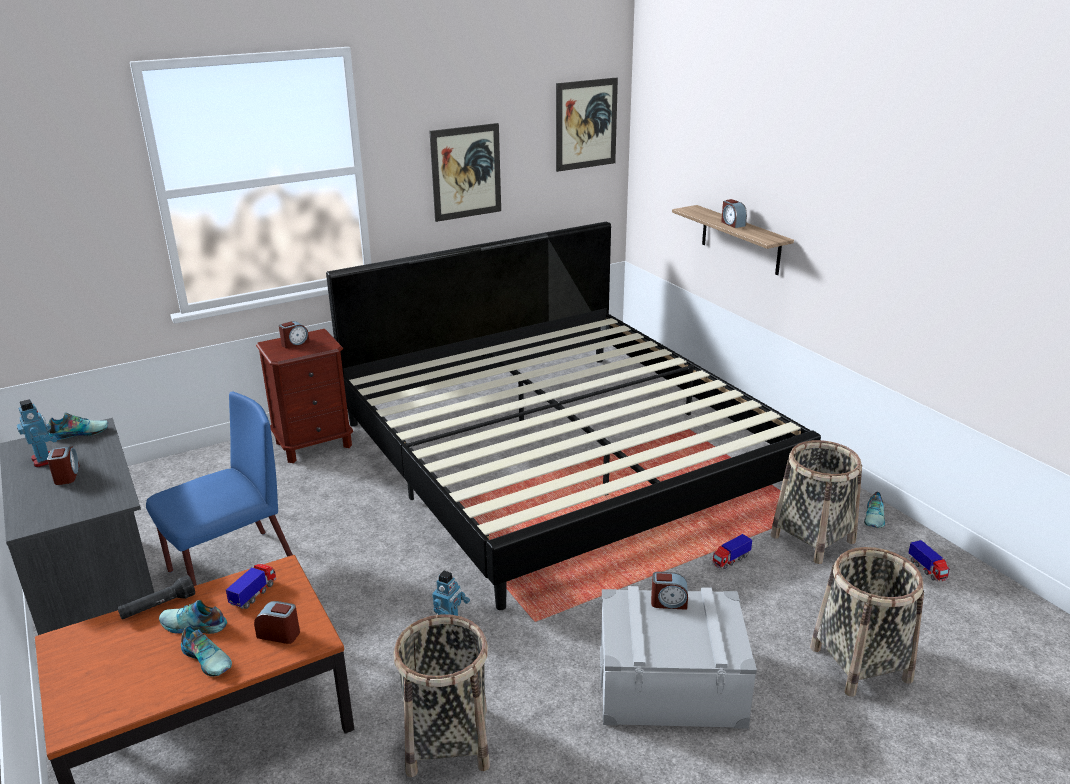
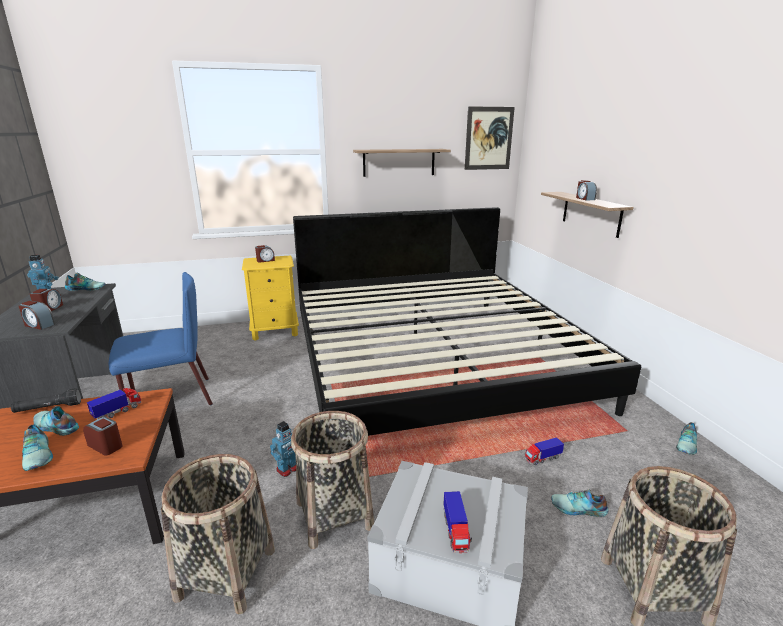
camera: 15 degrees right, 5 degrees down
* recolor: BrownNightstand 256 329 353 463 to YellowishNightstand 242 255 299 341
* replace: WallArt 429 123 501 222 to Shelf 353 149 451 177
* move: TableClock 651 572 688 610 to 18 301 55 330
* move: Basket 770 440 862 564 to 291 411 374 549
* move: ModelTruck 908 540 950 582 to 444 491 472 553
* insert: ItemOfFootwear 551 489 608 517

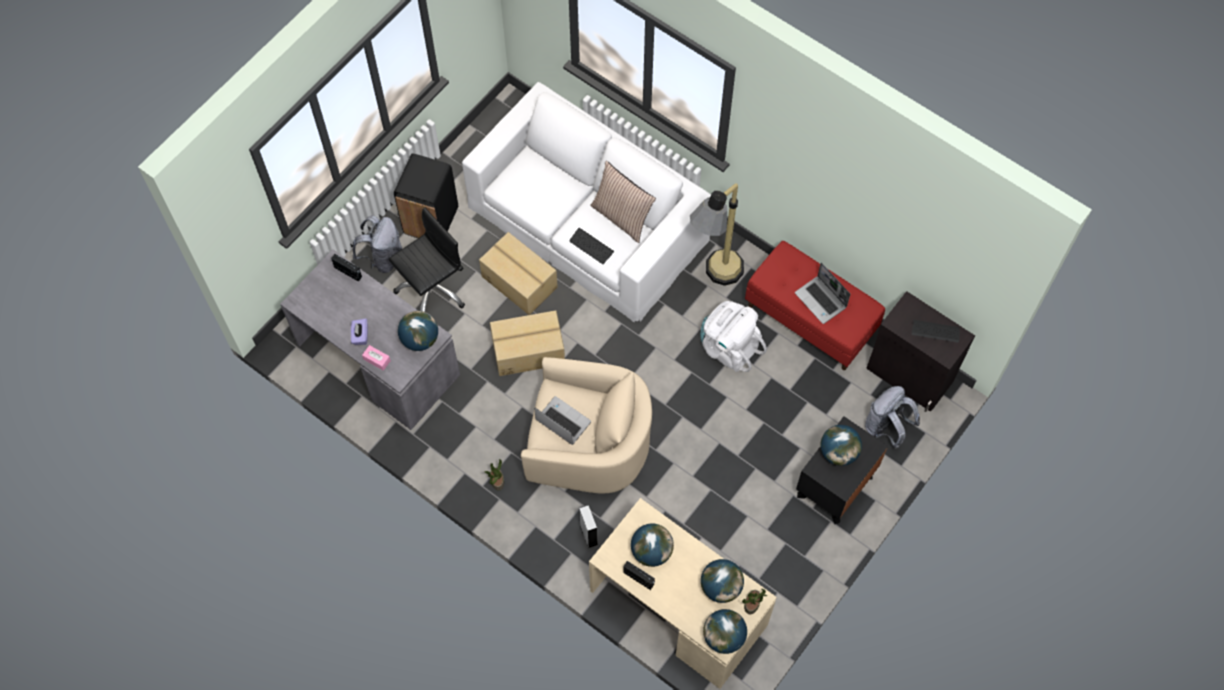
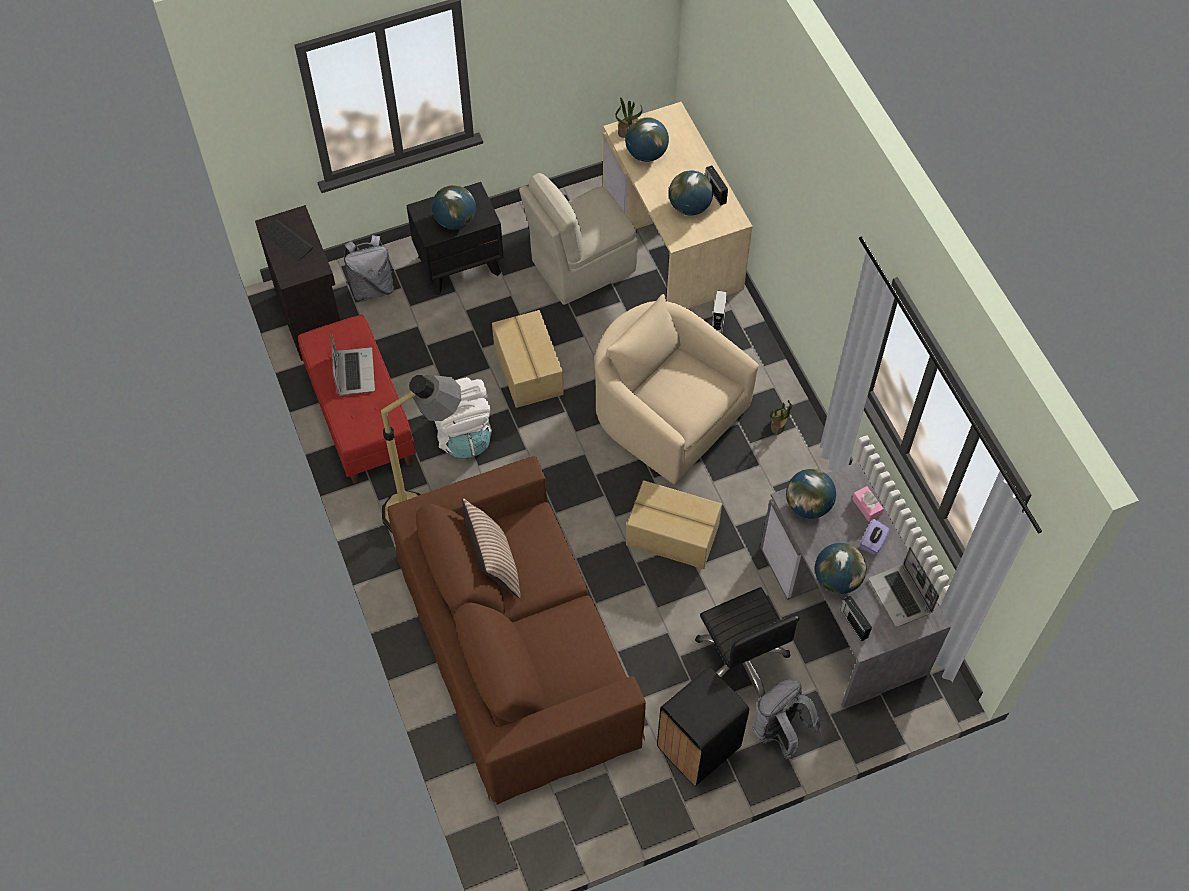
camera: 150 degrees left, 5 degrees down
* rotate: BlackComputerChair 389 207 465 312 = 695 587 800 697 105 degrees counterclockwise
* recolor: WhiteSettee 462 82 711 323 to BrownSettee 387 456 646 805
* move: PackingBox 479 232 558 315 to 492 310 564 408
* move: PortableComputer 534 396 591 445 to 869 547 939 627
* delete: Keyboard 569 228 614 264
* move: WorldGlobe 703 609 747 654 to 815 543 866 594
* insert: SandColouredPlainChair 519 173 638 305

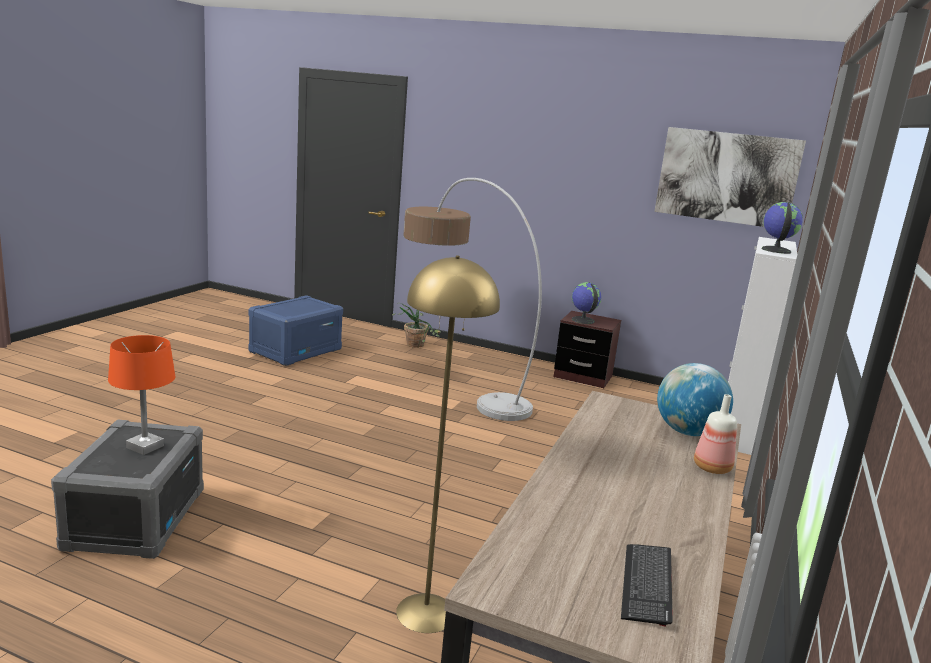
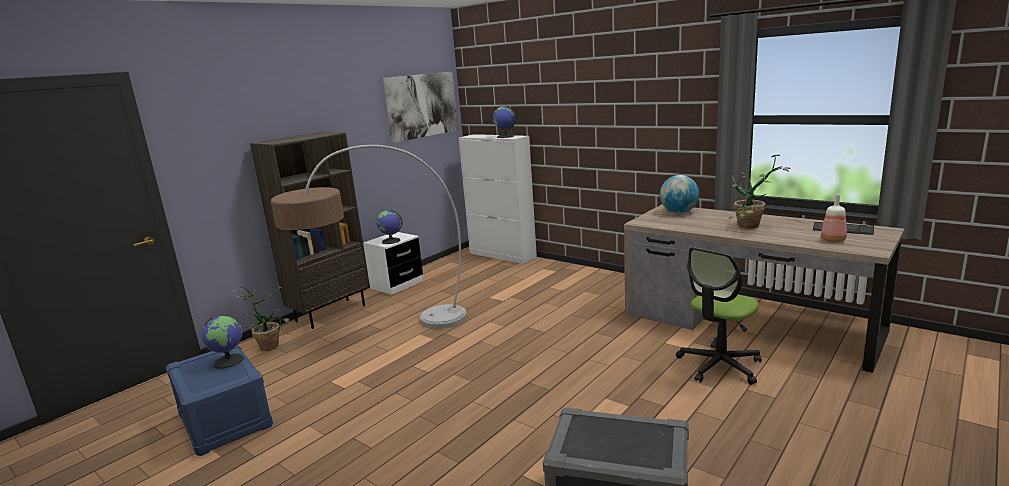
camera: 70 degrees left, 0 degrees up
* delete: OrangeColouredTableLamp 108 335 175 455
* replace: YellowishStandardLamp 396 256 500 633 to ComputerChair 676 247 761 385
* recolor: BrownNightstand 554 311 621 388 to WhiteNightstand 363 232 423 295
* move: Bottle 694 394 737 474 to 821 195 847 242
* insert: WorldGlobe 202 316 244 369
* insert: BrownBookcase 250 131 370 329
* insert: PlantInAPot 728 154 791 229

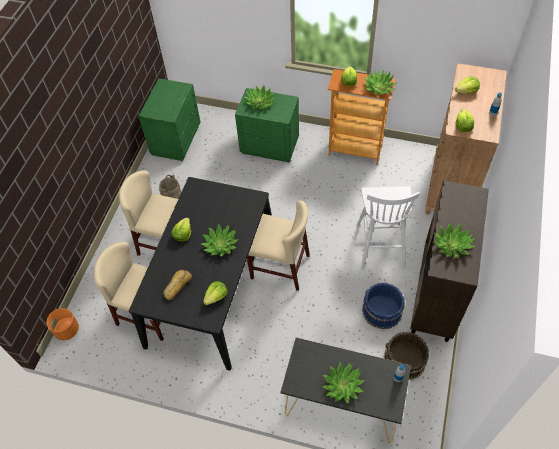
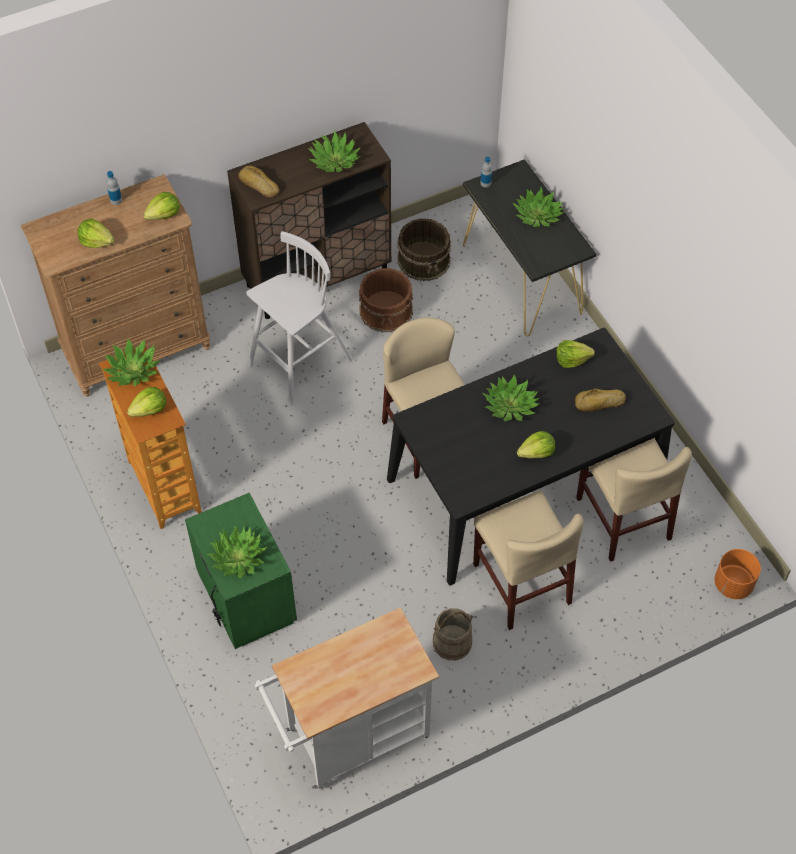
camera: 135 degrees left, 0 degrees up
* replace: GreenColouredNightstand 138 78 201 161 to WhiteCart 255 607 439 790
* recolor: BlueWaterBucket 362 282 405 329 to BrownWaterBucket 359 268 413 332
* insert: BakeryBread 238 165 279 198

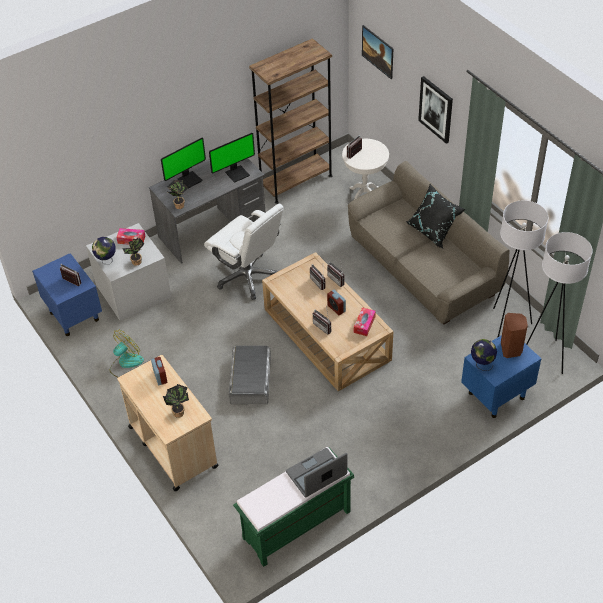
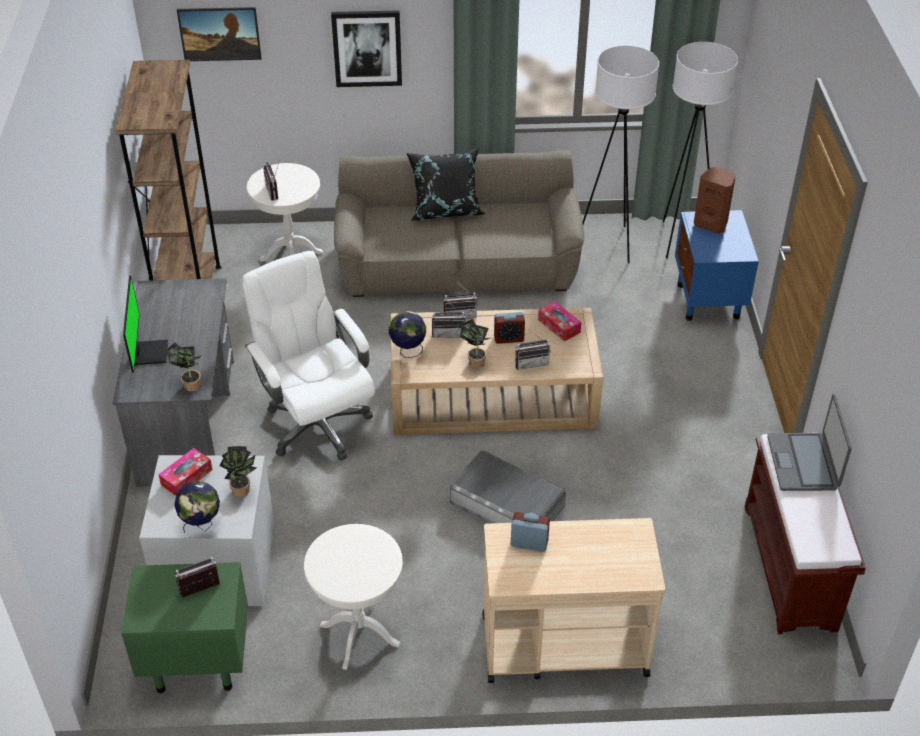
camera: 60 degrees left, 5 degrees down
* recolor: BlueNightstand 32 253 102 336 to GreenColouredNightstand 121 562 248 693
* replace: Fan 110 329 144 378 to WhiteEndTable 304 524 403 670
* move: PlantInAPot 163 384 189 418 to 460 319 492 368
* rotate: WhiteComputerChair 204 204 284 300 = 242 251 375 461 105 degrees counterclockwise
* delete: ComputerScreen 209 133 255 183
* recolor: GreenColouredLongSeat 233 447 354 567 to BrownLongSeat 745 432 866 634
* move: WorldGlobe 471 339 497 371 to 389 311 426 358

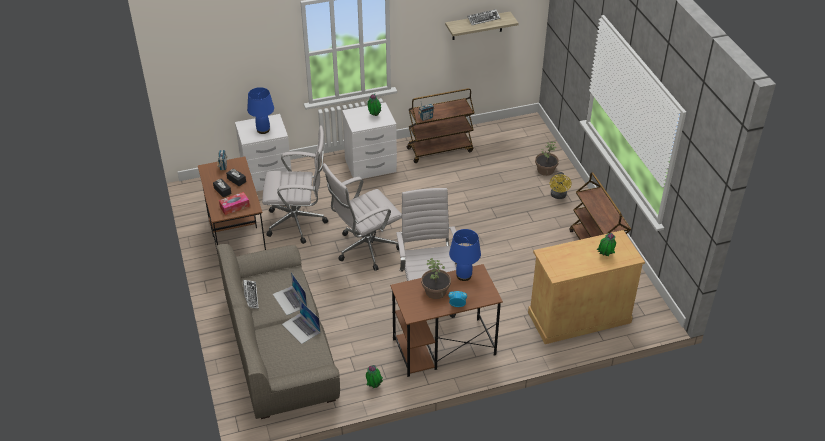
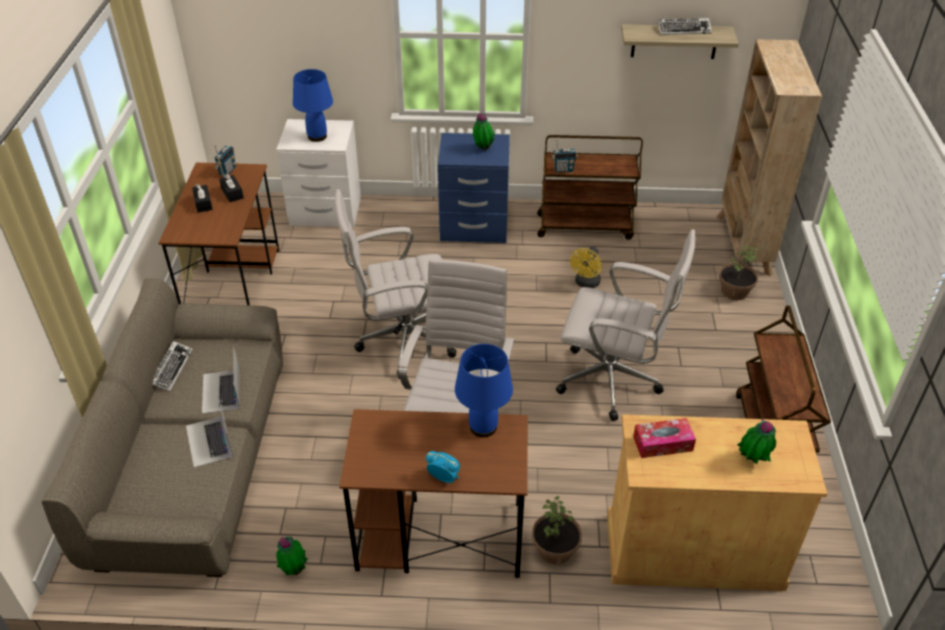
camera: 20 degrees right, 0 degrees up
* move: TissueHolder 219 192 250 215 to 633 418 696 458
* move: WhiteComputerChair 262 125 328 244 to 556 229 696 421
* recolor: WhiteNightstand 342 102 397 179 to BlueNightstand 438 133 510 243
* move: PlantInAPot 421 258 451 299 to 532 496 582 566
* move: YellowishFan 550 172 572 199 to 570 247 602 288
* insert: SandColouredBookcase 716 39 822 276

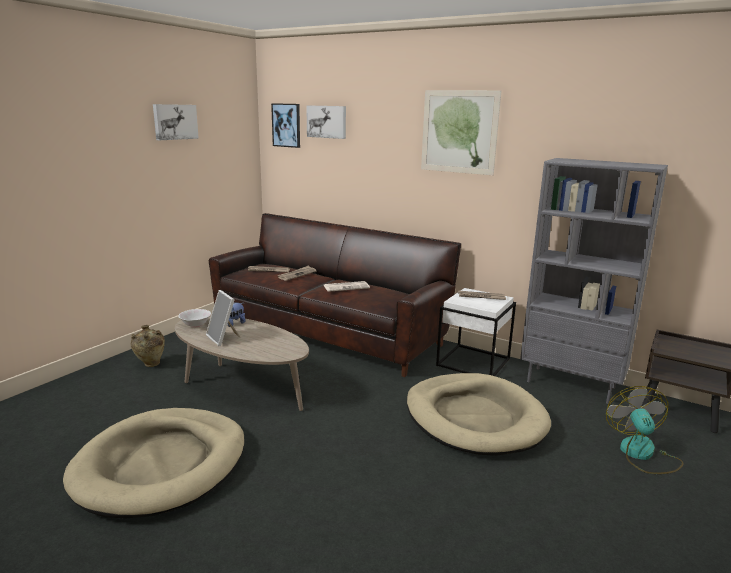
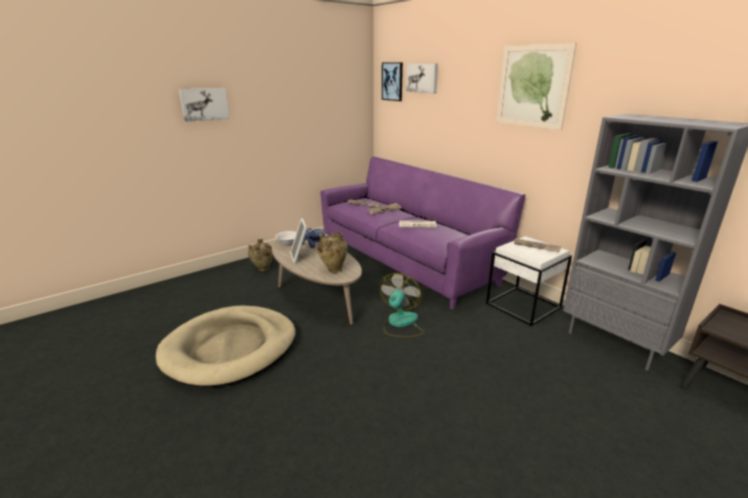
camera: 20 degrees right, 5 degrees up
* move: WallArt 153 104 199 140 to 179 88 229 122
* recolor: BrownSettee 209 213 461 377 to PurpleColouredSettee 320 157 526 310
* delete: SandColouredDogCushion 407 373 551 456
* move: Fan 606 386 684 474 to 379 273 424 337
* insert: SandColouredDecorativeVase 317 232 348 273

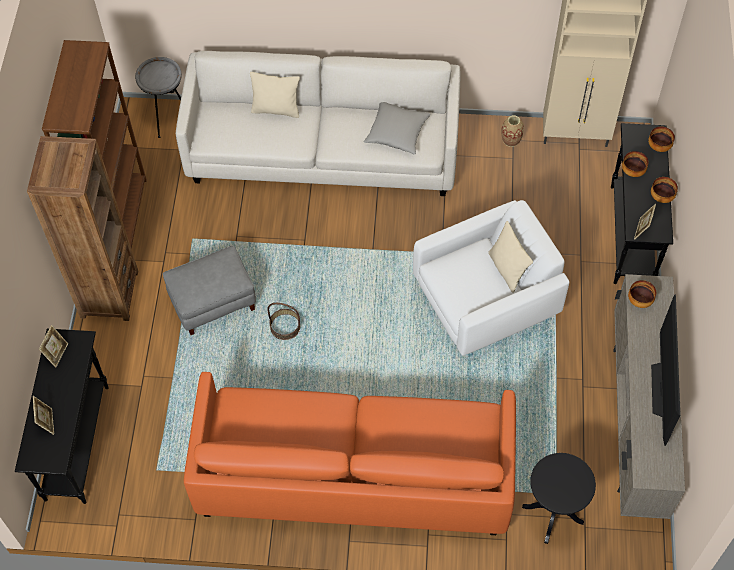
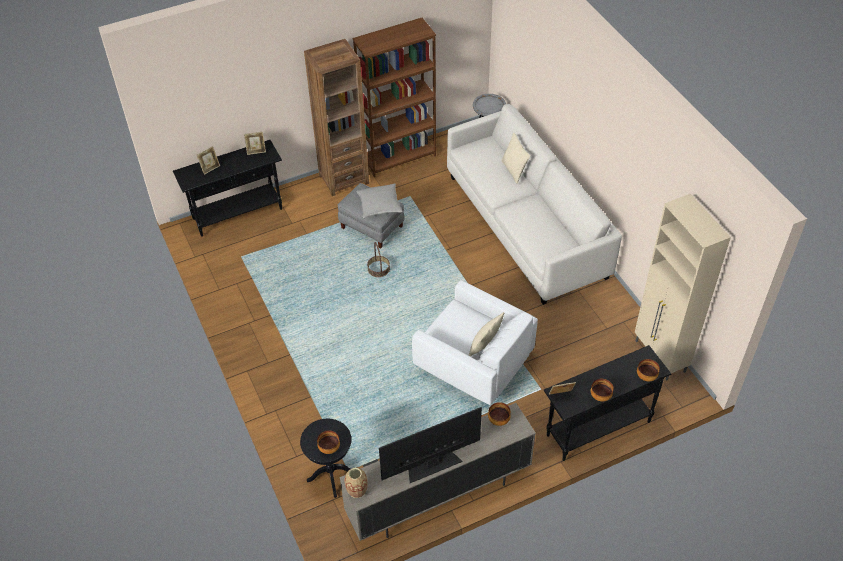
camera: 60 degrees right, 10 degrees down
* delete: OrangeColouredSettee 184 372 516 535
* move: GreyCushion 364 102 431 155 to 357 184 403 218
* move: DecorativeVase 501 115 524 147 to 344 468 368 498
* move: DeepDish 622 151 648 177 to 317 430 340 454

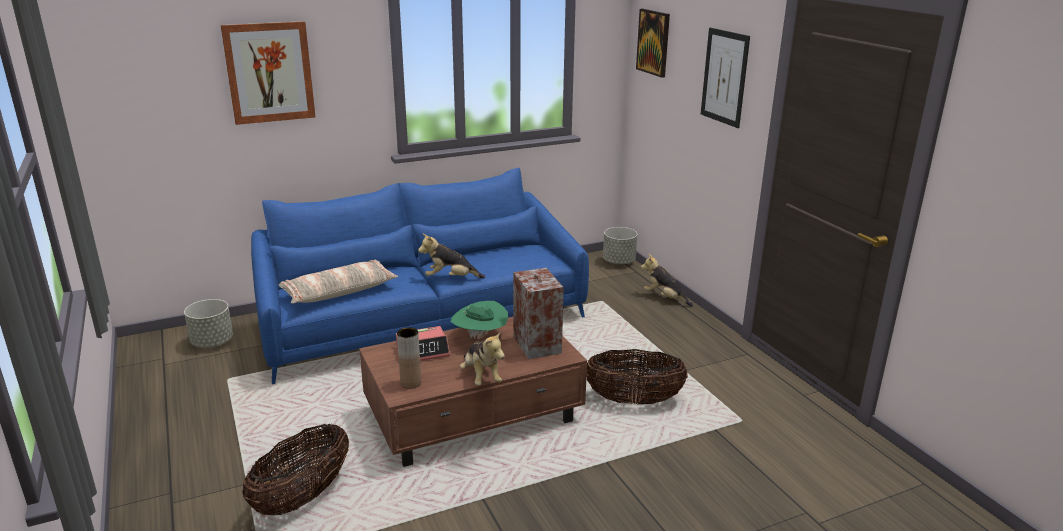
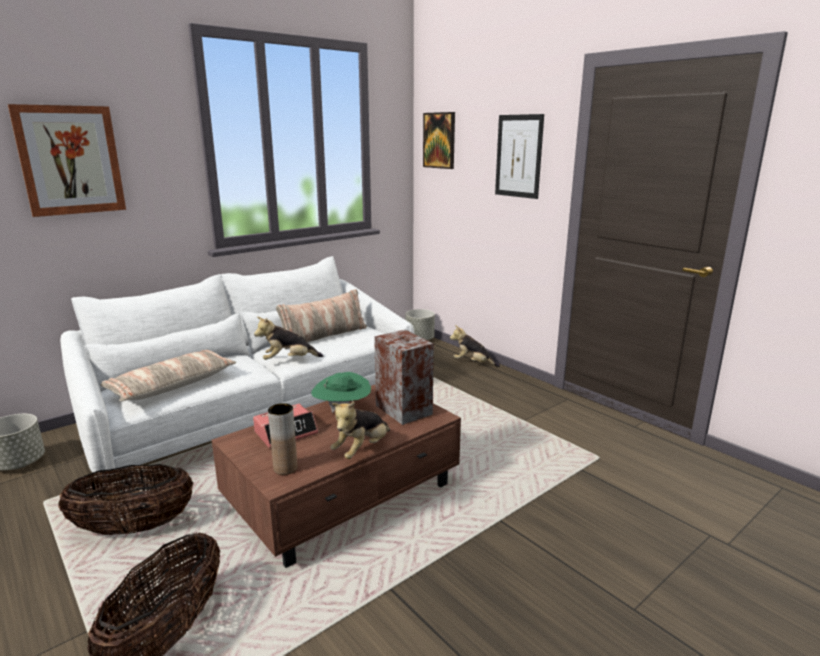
camera: 15 degrees left, 5 degrees down
* recolor: BlueSettee 251 168 589 384 to WhiteSettee 60 256 414 497
* rotate: PlushToy 460 331 505 385 = 330 401 390 459 75 degrees clockwise
* move: Basket 586 349 688 404 to 58 464 194 535
* insert: Cushion 276 289 367 349

